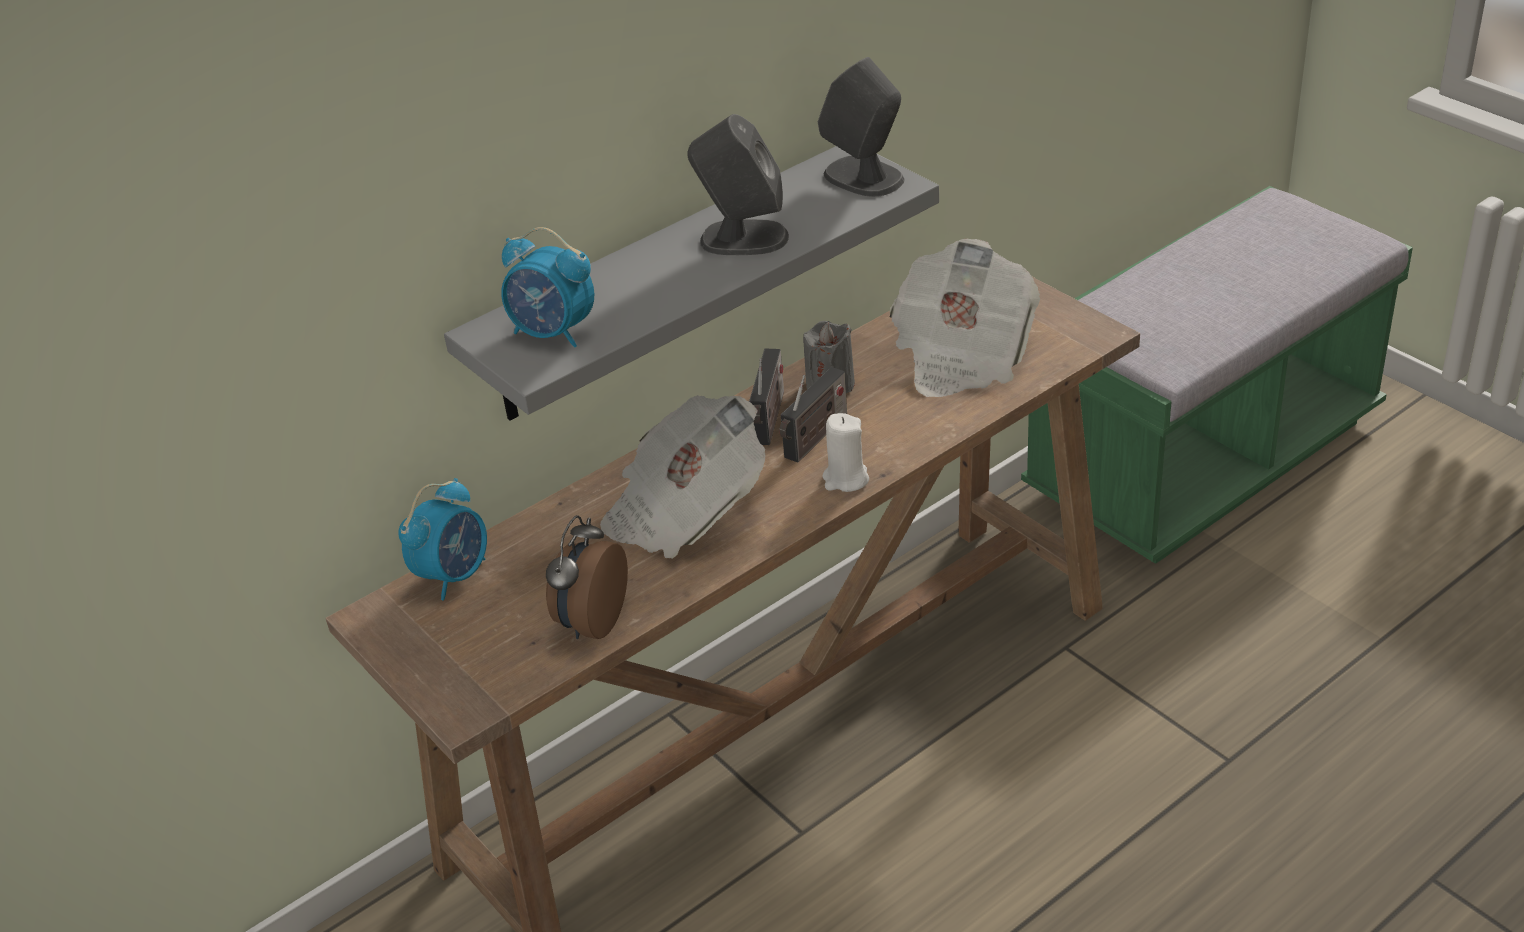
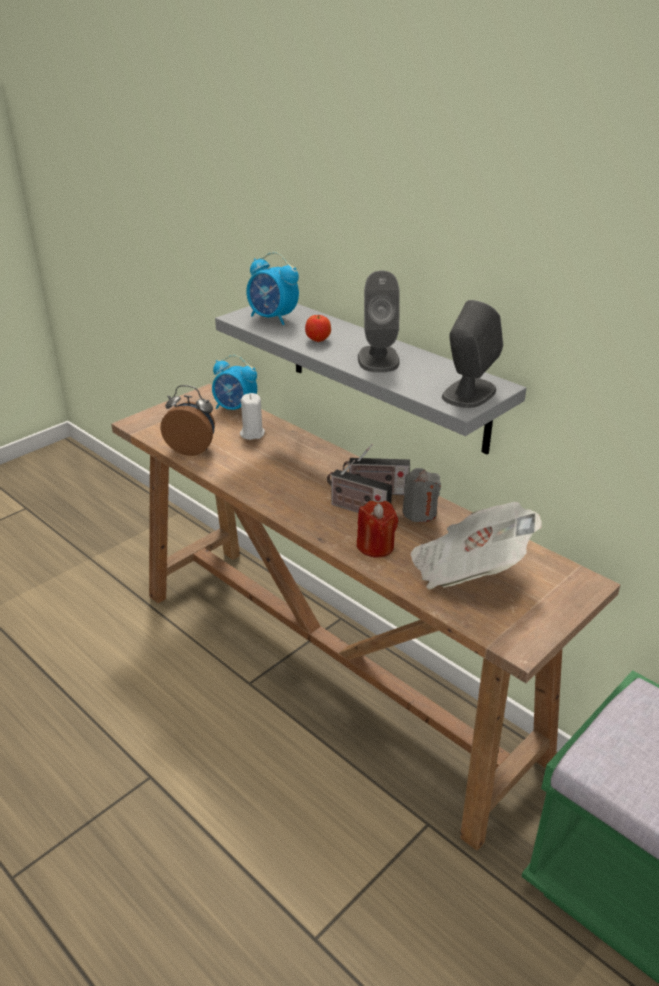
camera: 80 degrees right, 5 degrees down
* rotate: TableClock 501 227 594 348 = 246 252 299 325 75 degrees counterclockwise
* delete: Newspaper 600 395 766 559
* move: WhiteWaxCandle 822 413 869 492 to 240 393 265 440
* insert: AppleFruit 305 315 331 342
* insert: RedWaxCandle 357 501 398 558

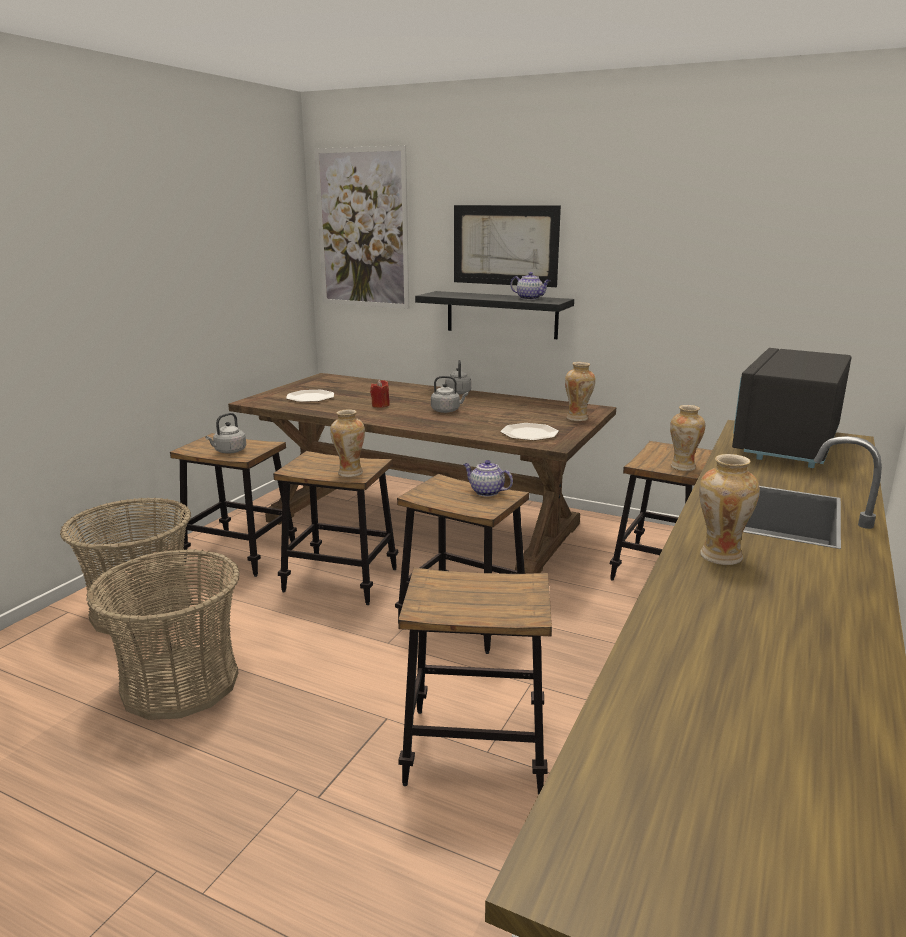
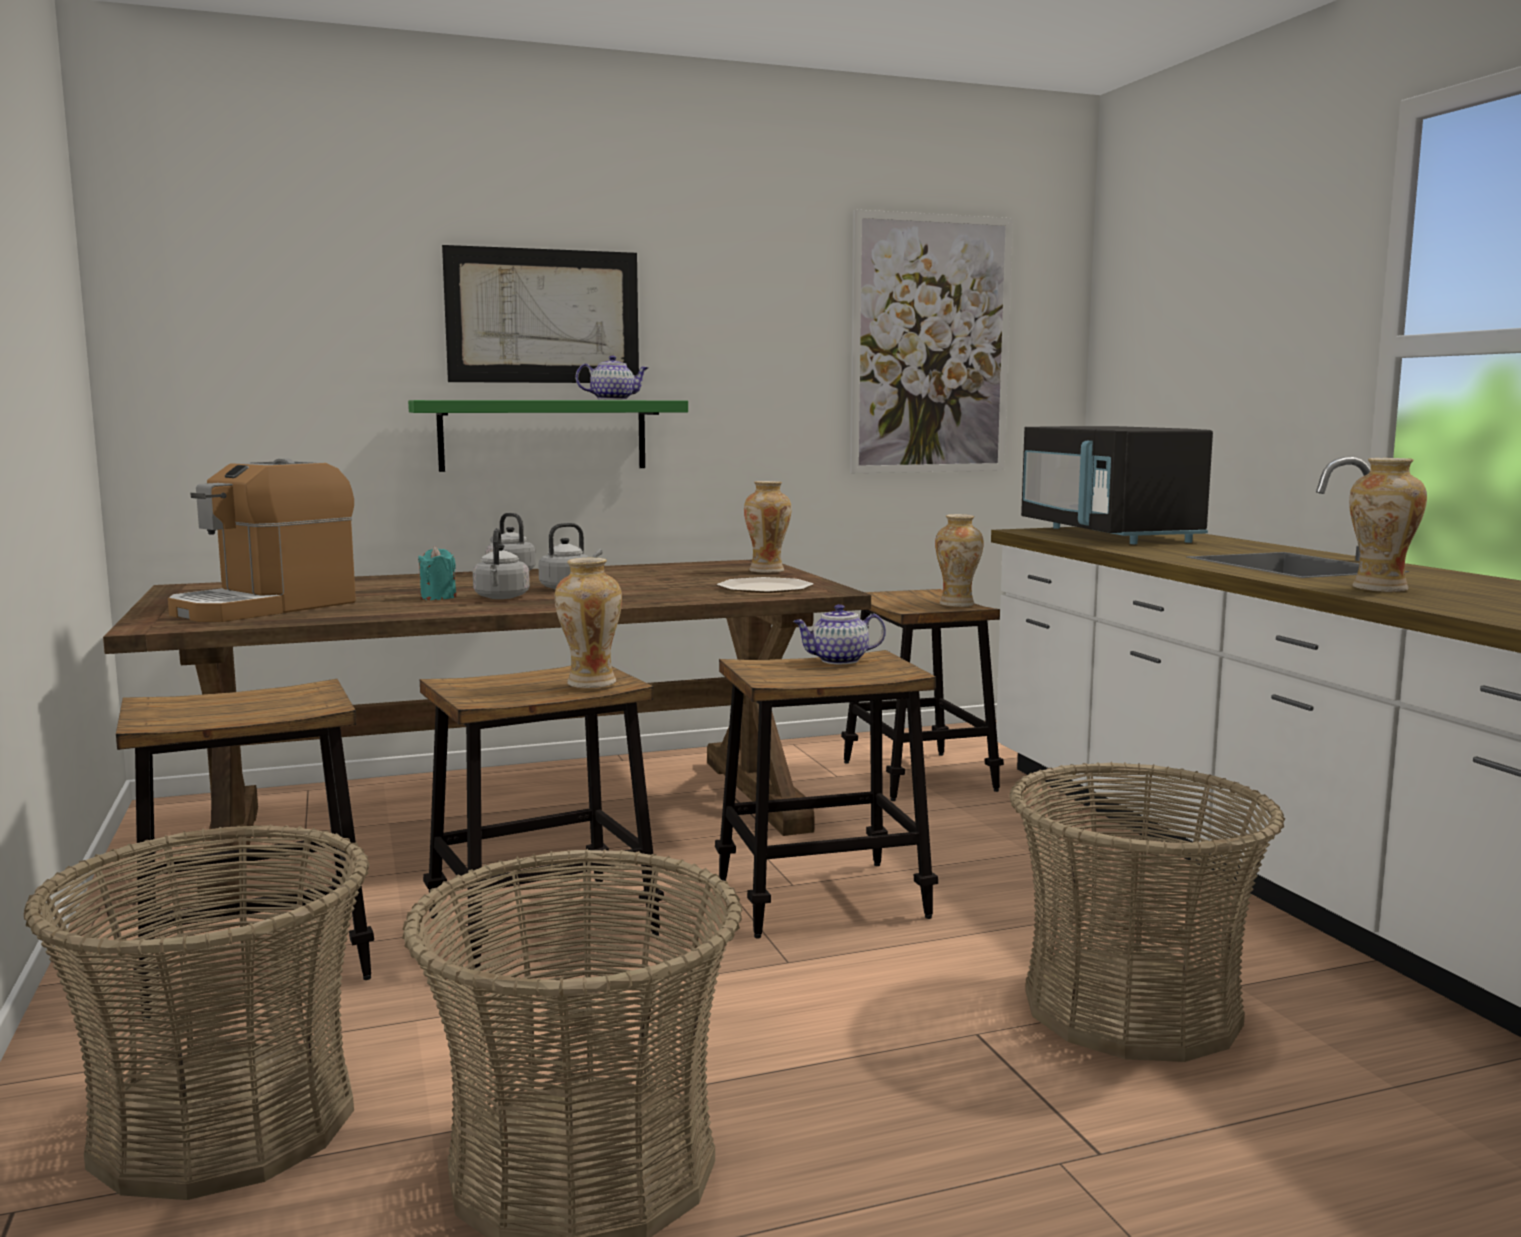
camera: 45 degrees left, 10 degrees down
* move: GreyTeaKettle 205 413 246 454 to 473 528 530 599
* replace: FlatDish 286 390 334 402 to CoffeeMaker 168 458 356 622
* move: WallArt 314 145 409 309 to 850 210 1013 473
* recolor: RedWaxCandle 370 380 390 408 to TurquoiseWaxCandle 418 546 457 600
* replace: SittingStool 398 567 552 794 to Basket 1009 762 1285 1062
* recolor: BlackShelf 415 291 574 339 to GreenColouredShelf 408 400 688 472

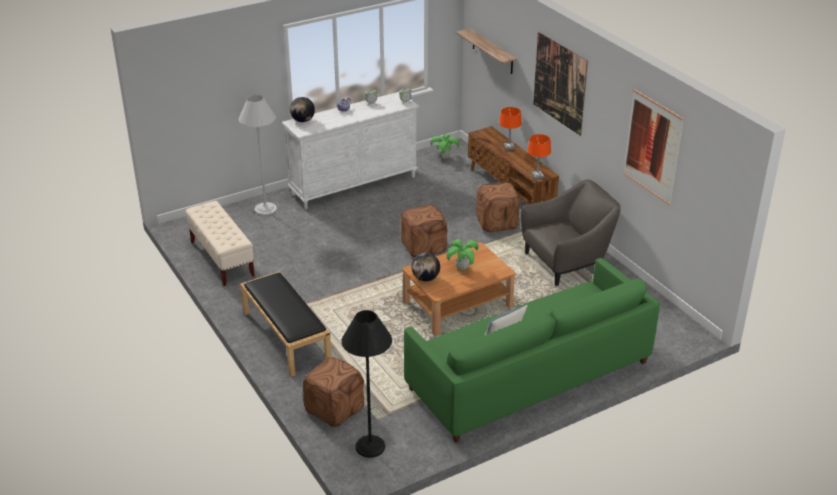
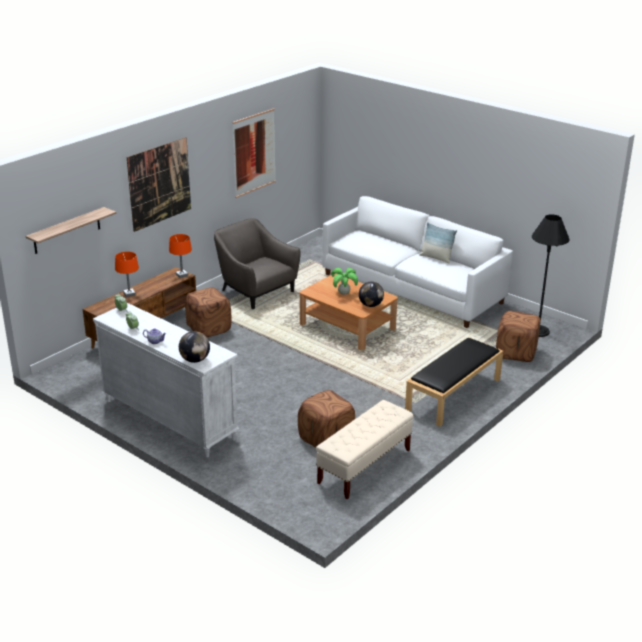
camera: 110 degrees left, 5 degrees down
* delete: WhiteStandardLamp 239 95 277 215
* move: BrownOttoman 401 205 448 258 to 298 390 355 447
* recolor: GreenColouredSettee 404 258 660 443 to WhiteSettee 322 196 513 328
* delete: PlantInAPot 430 134 459 159

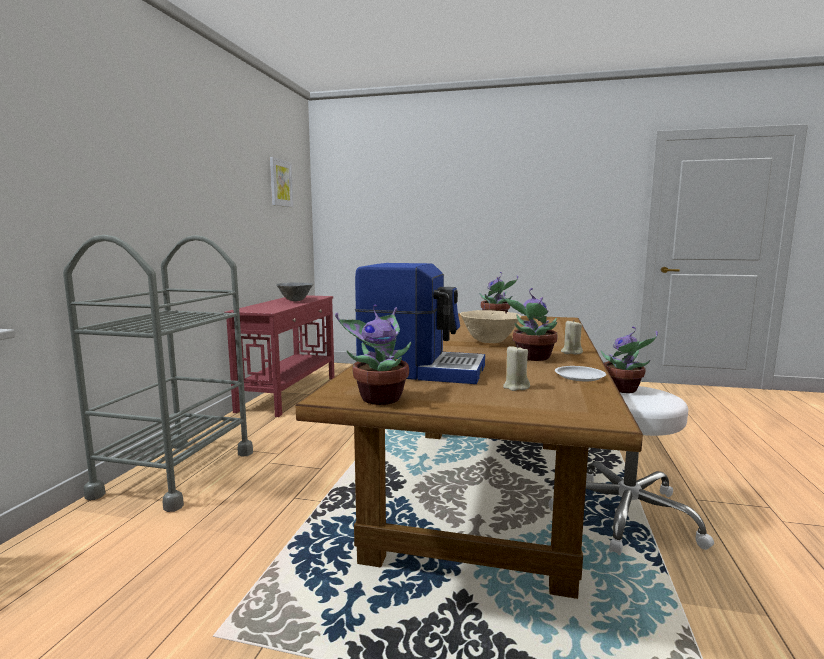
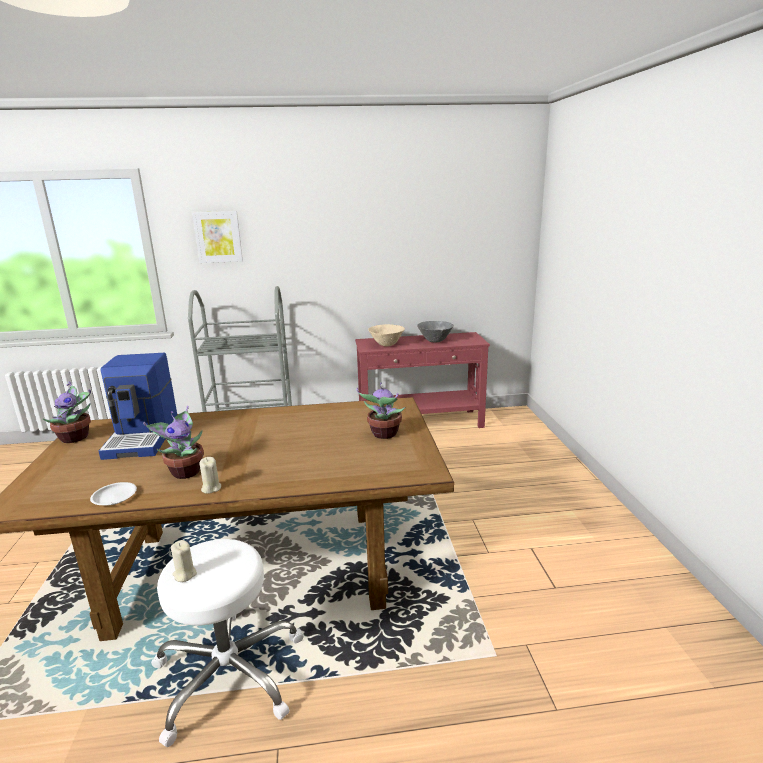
camera: 70 degrees right, 10 degrees up
* move: WallArt 270 157 293 207 to 192 211 243 263
* move: SandColouredDeepDish 460 310 521 343 to 368 324 405 346
* move: SandColouredWaxCandle 503 345 530 391 to 171 540 197 582
* delete: PlantInAPot 601 327 658 393

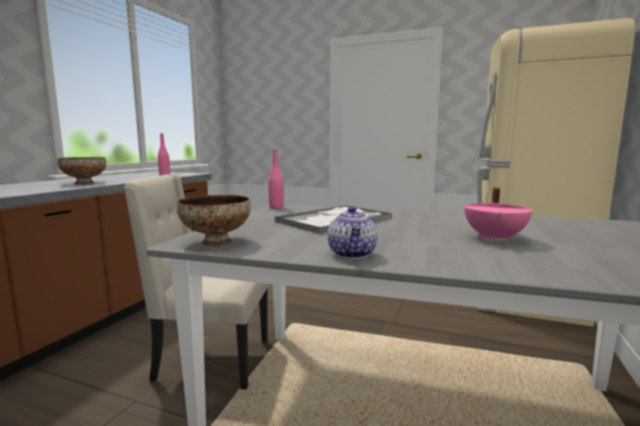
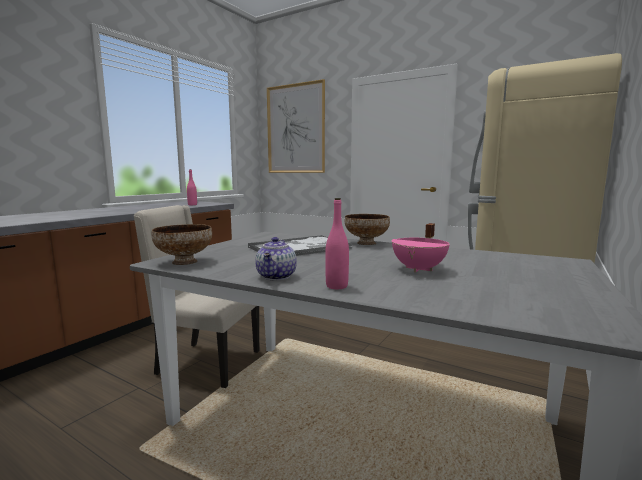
camera: 10 degrees right, 0 degrees up
* move: DeepDish 57 157 106 184 to 345 214 390 245
* move: PinkBottle 268 151 284 209 to 325 198 349 289
* insert: WallArt 267 79 325 173

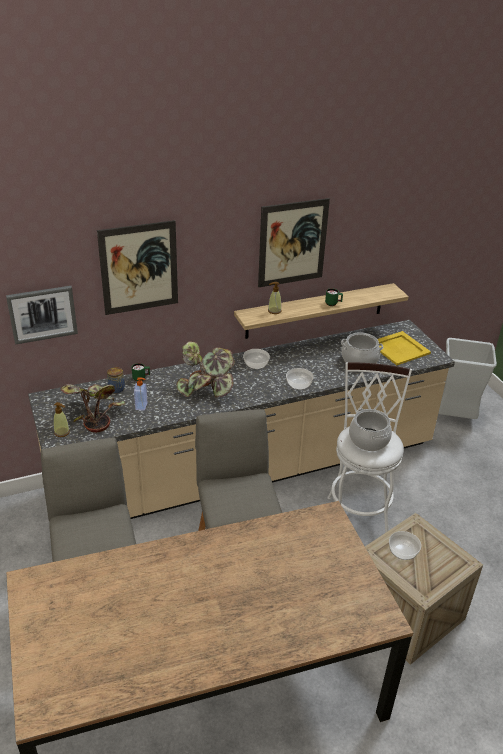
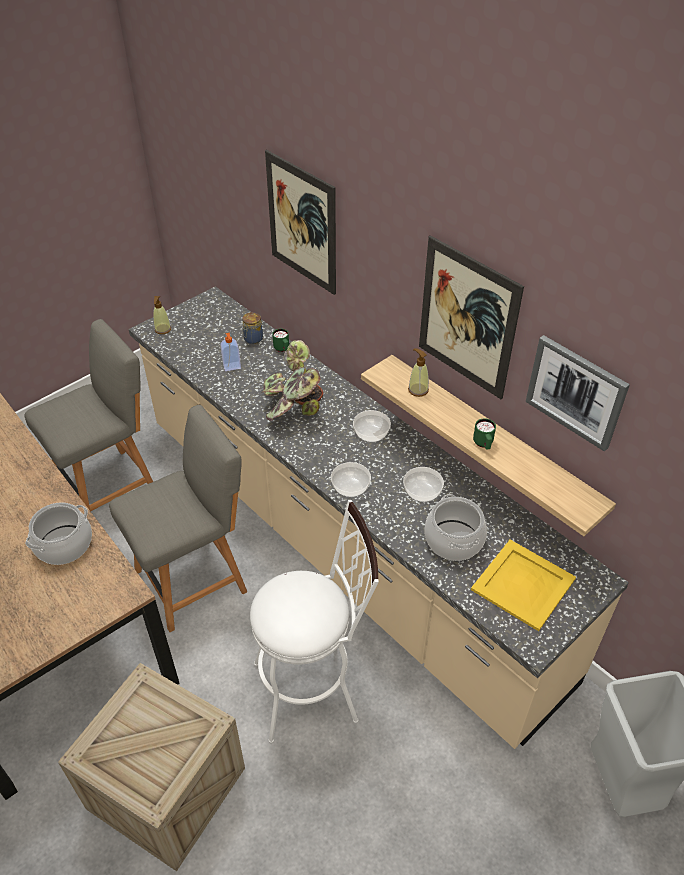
camera: 70 degrees right, 10 degrees up
* move: WallArt 6 286 78 345 to 526 335 630 452
* delete: PlantInAPot 60 384 125 433
* move: CookingPot 349 409 392 451 to 25 502 92 565
* move: DeepDish 389 531 421 560 to 403 467 444 502

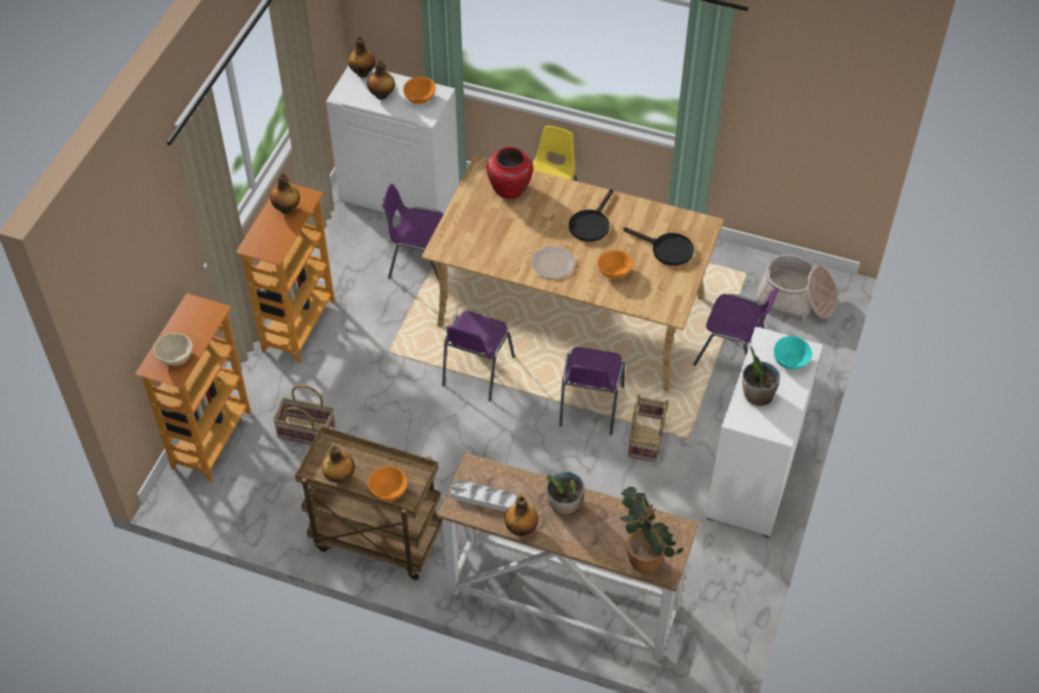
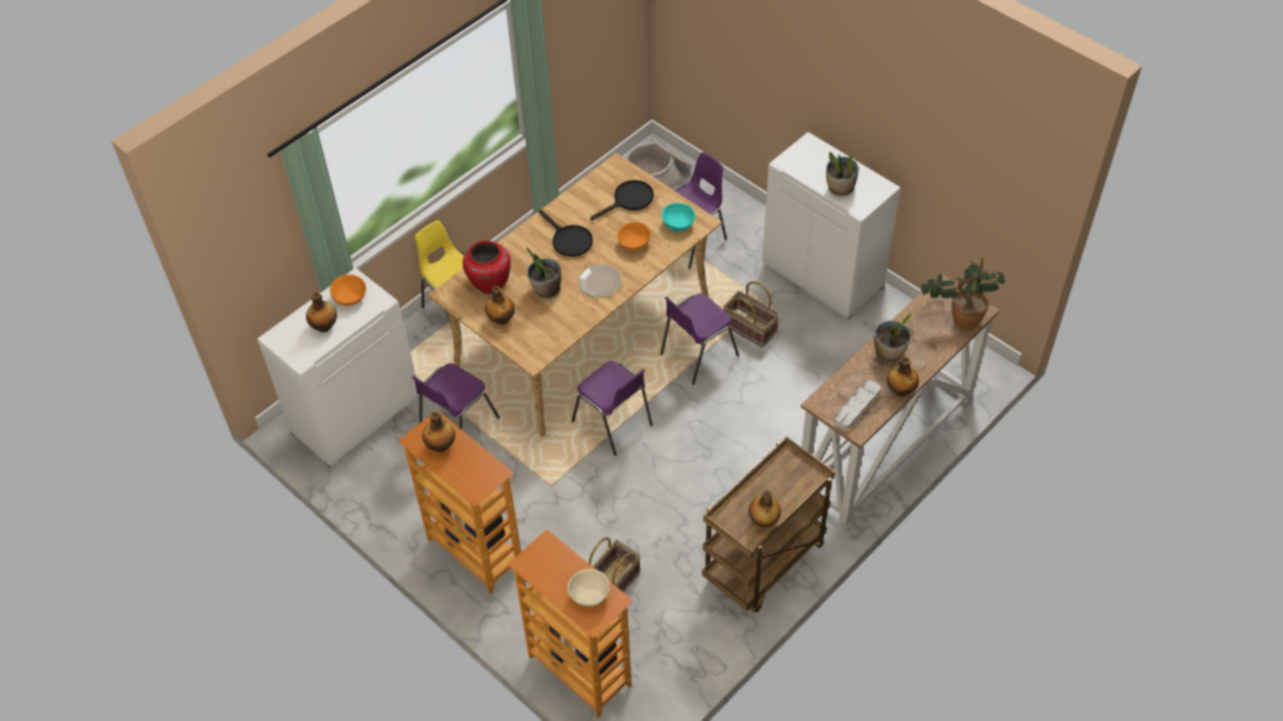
camera: 65 degrees left, 0 degrees up
* move: Bottle 348 37 375 78 to 485 286 515 325
* delete: OrangeColouredDeepDish 368 466 407 501
* rotate: PurpleColouredPlainChair 559 347 625 435 = 660 293 739 385 105 degrees clockwise
* move: TurquoiseDeepDish 774 336 812 370 to 662 203 695 231
* insert: PlantInAPot 526 247 561 299

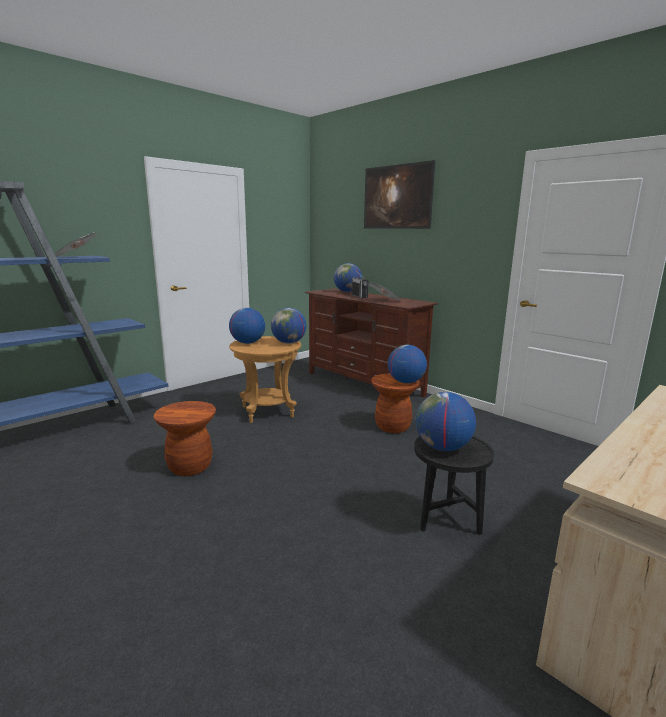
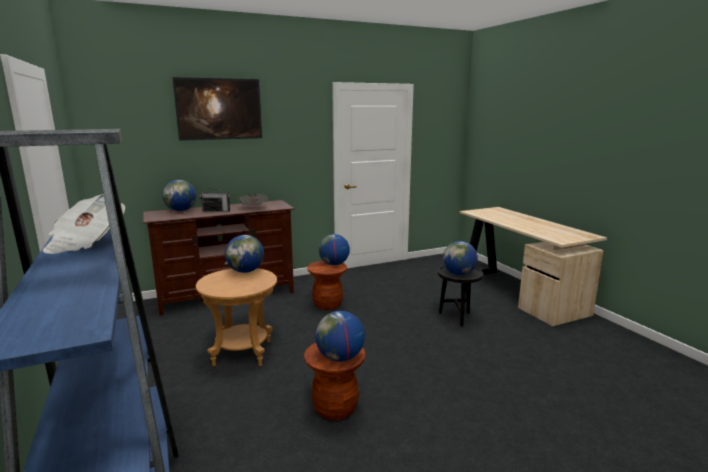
camera: 70 degrees left, 0 degrees up
* move: WorldGlobe 229 308 265 344 to 315 311 365 362

